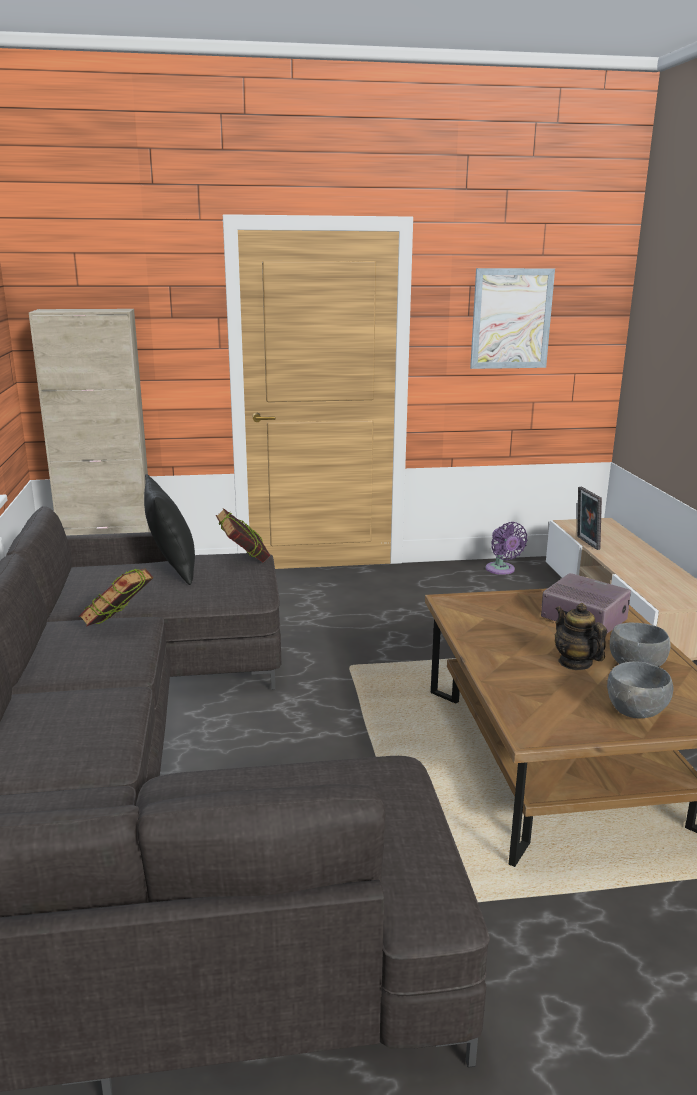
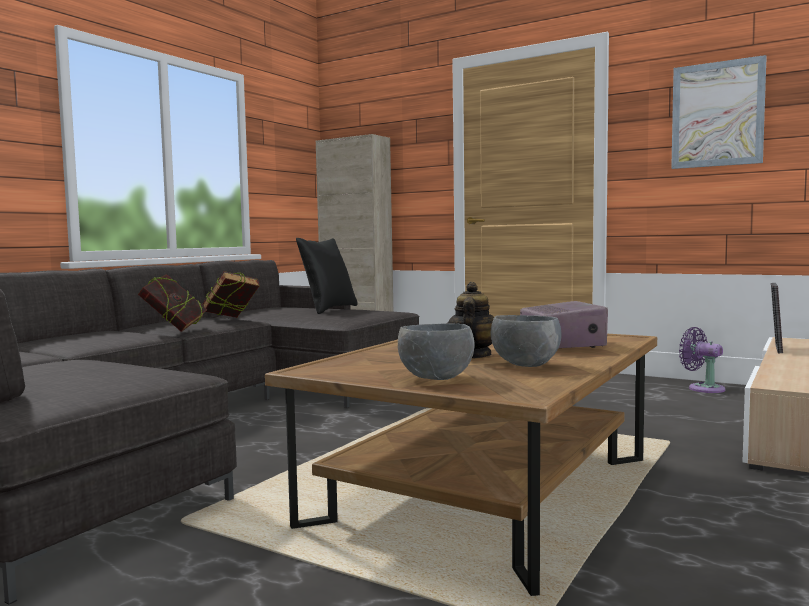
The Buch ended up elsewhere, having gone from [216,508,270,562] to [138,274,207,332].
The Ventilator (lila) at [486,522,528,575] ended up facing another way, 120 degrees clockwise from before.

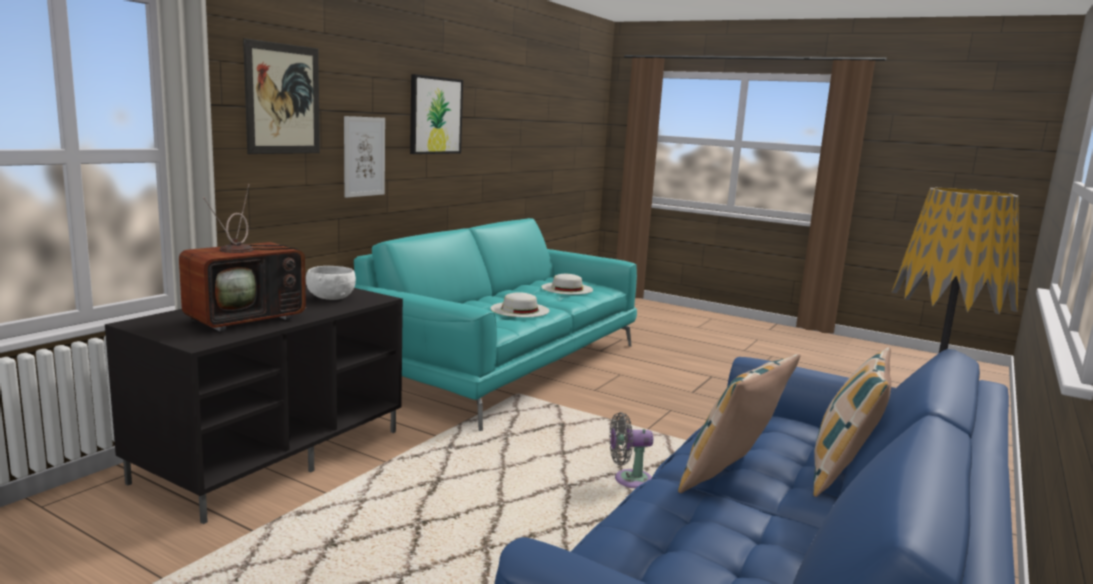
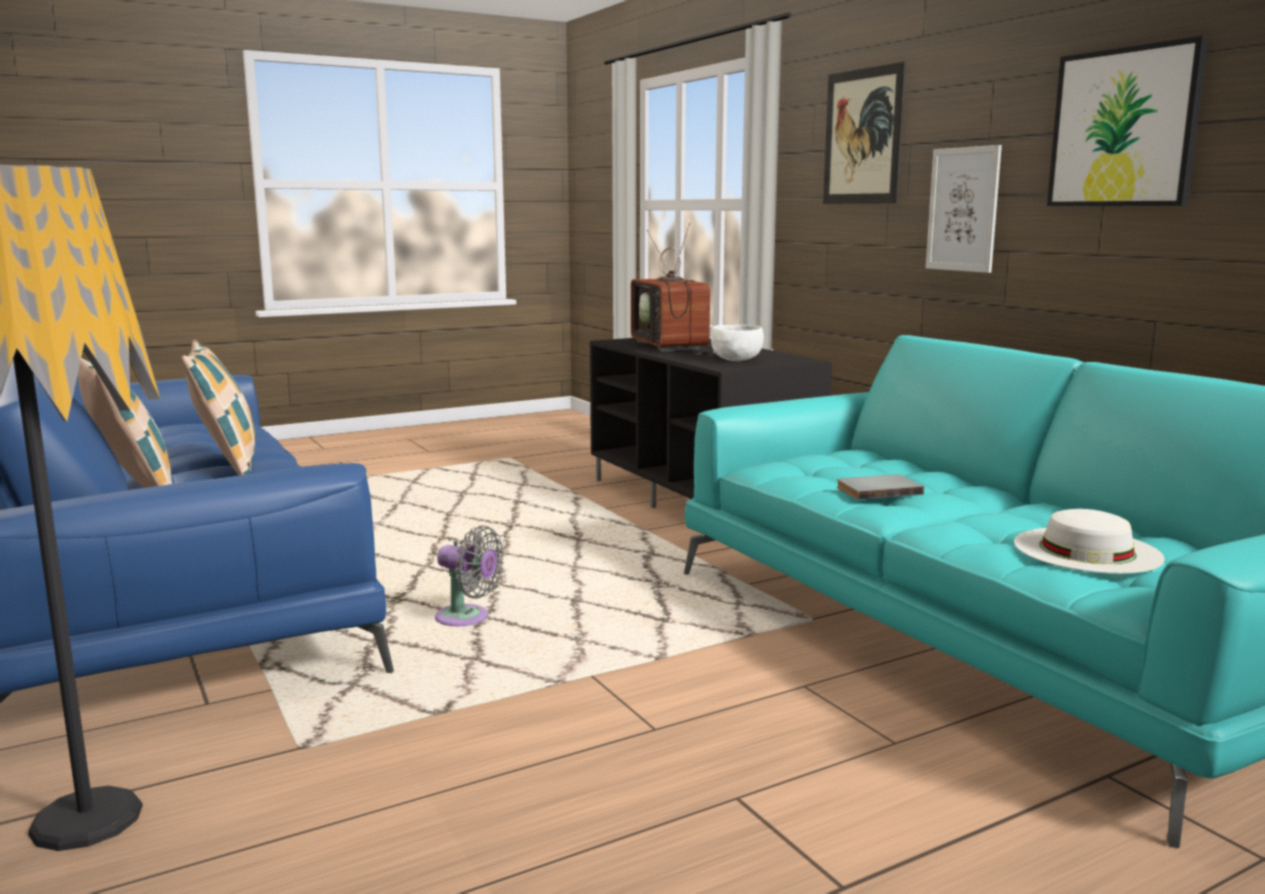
Where the Hut (weiß) stood at [491,292,549,317], the Buch (grau) came to stand at [837,474,924,500].
The Ventilator (grau) at [610,412,653,488] ended up facing another way, 90 degrees clockwise from before.

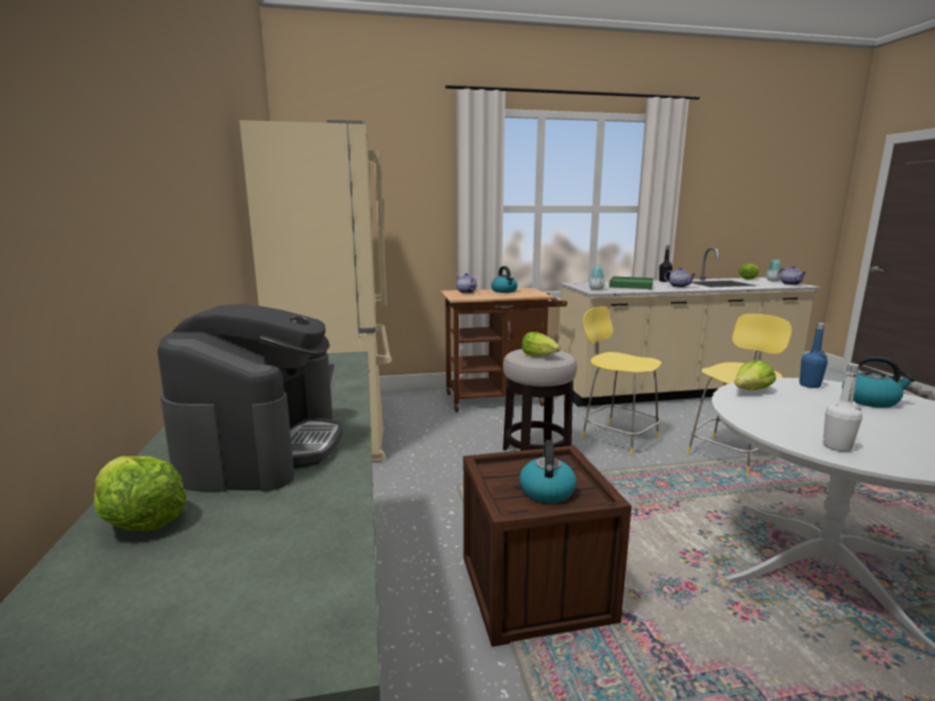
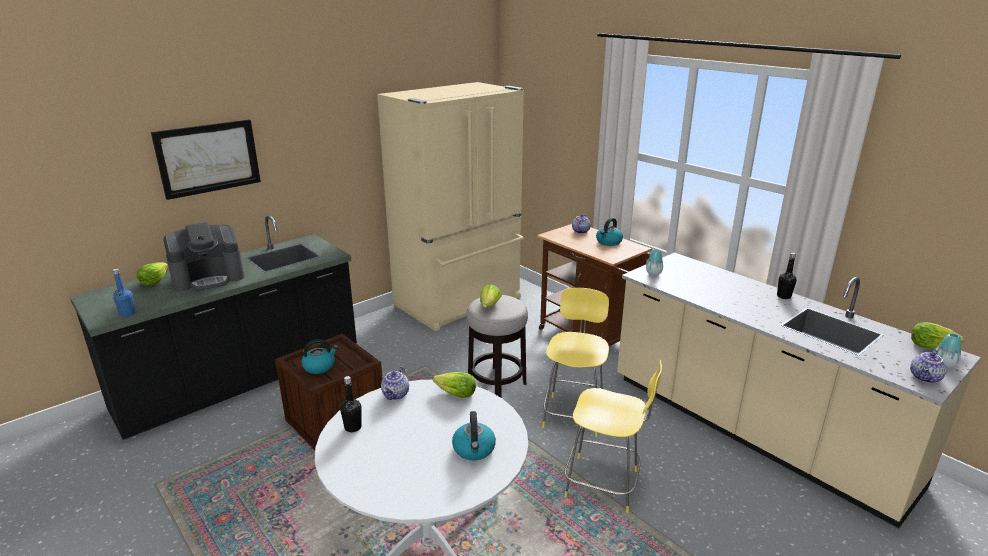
The second view lost the Tablett (grün) at [609,276,653,289].
The Teekanne ended up elsewhere, having gone from [664,268,696,287] to [381,366,409,400].
The Flasche (blau) ended up elsewhere, having gone from [799,323,828,388] to [113,269,135,317].
What was the Flasche (weiß) at [823,363,863,452] turned into the Flasche (schwarz) at [340,376,362,432].
The second view gained the Bild at [151,119,261,200].

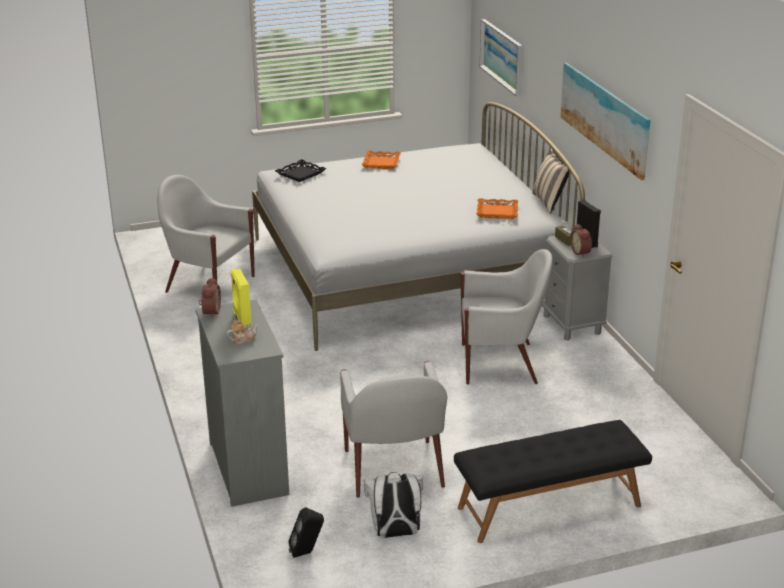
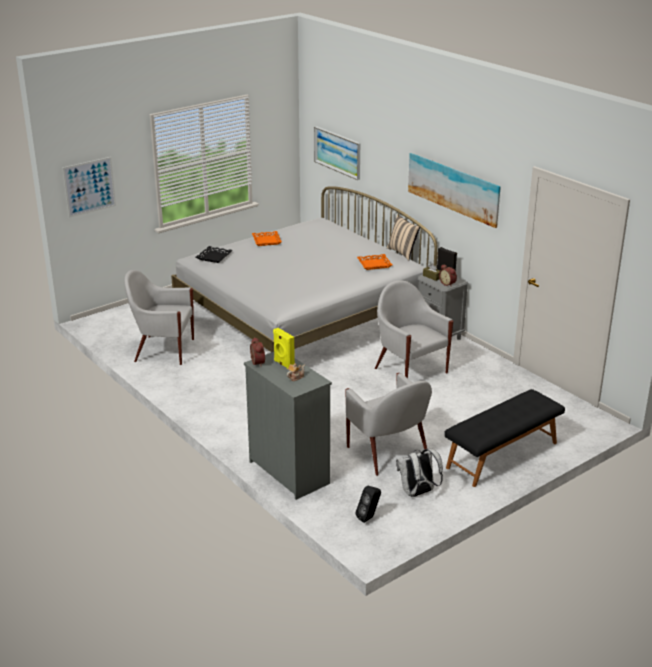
The Sessel (weiß) at [460,249,553,385] ended up facing another way, 105 degrees counterclockwise from before.
The second view gained the Bild at [62,157,116,218].

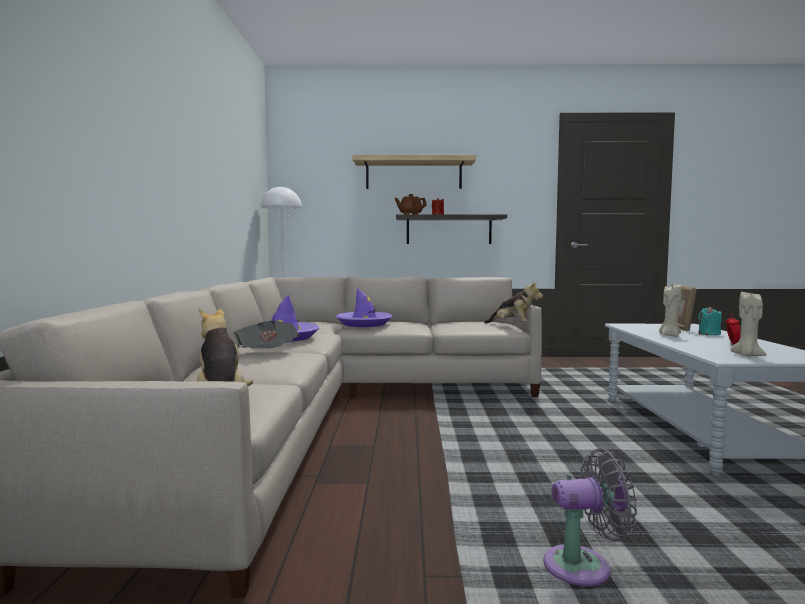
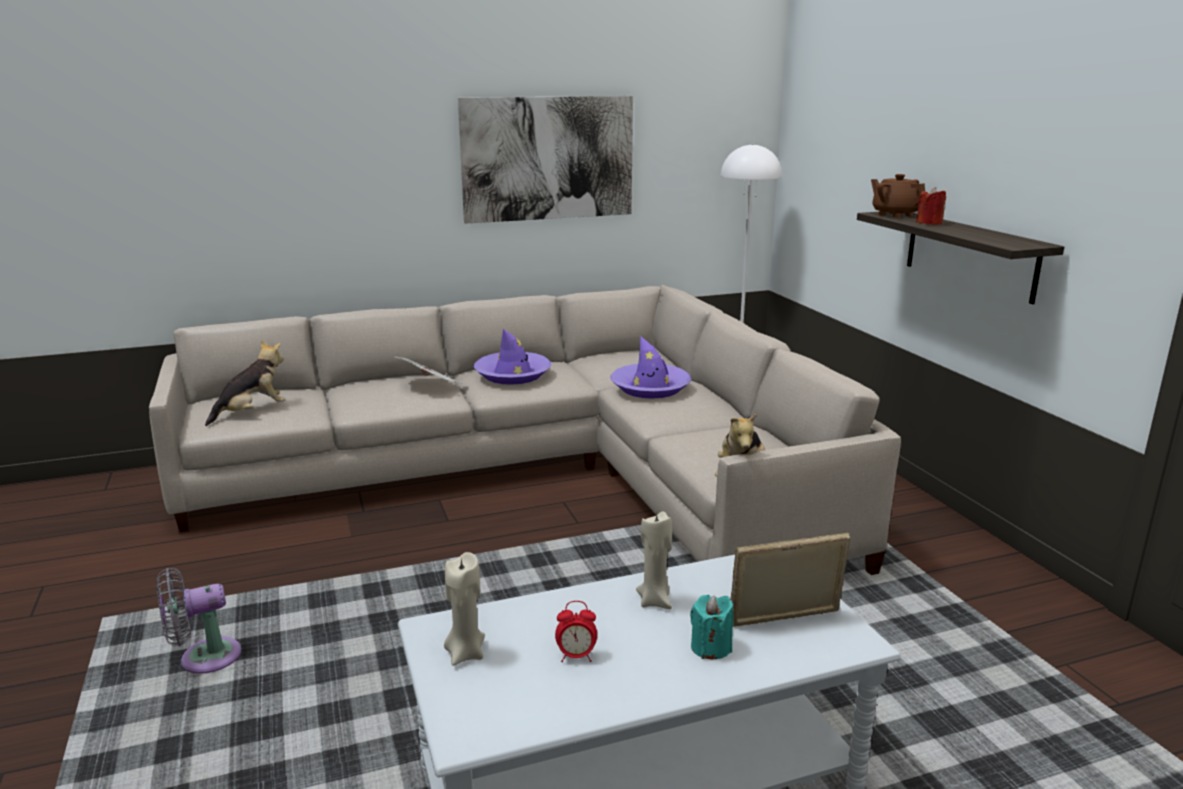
The second view lost the Wandregal at [353,155,476,189].
The Ventilator (grau) at [543,449,637,586] ended up facing another way, 90 degrees clockwise from before.
The second view gained the Bild at [458,96,633,224].

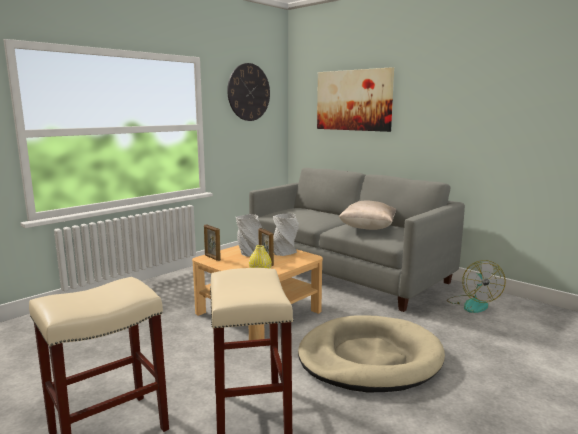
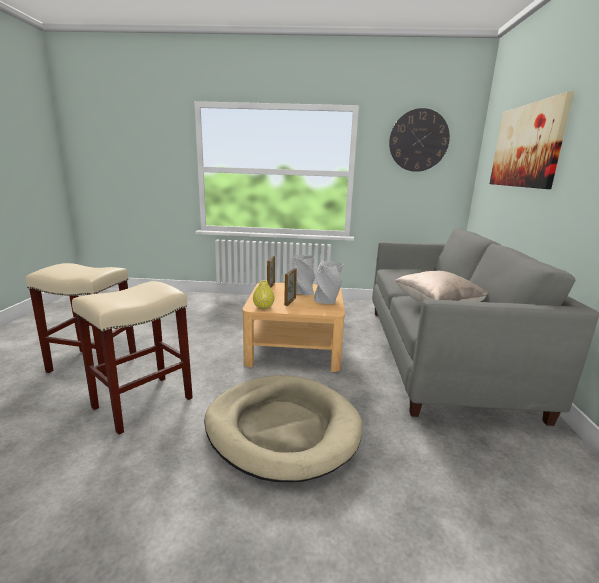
The second view lost the Ventilator at [447,260,506,313].

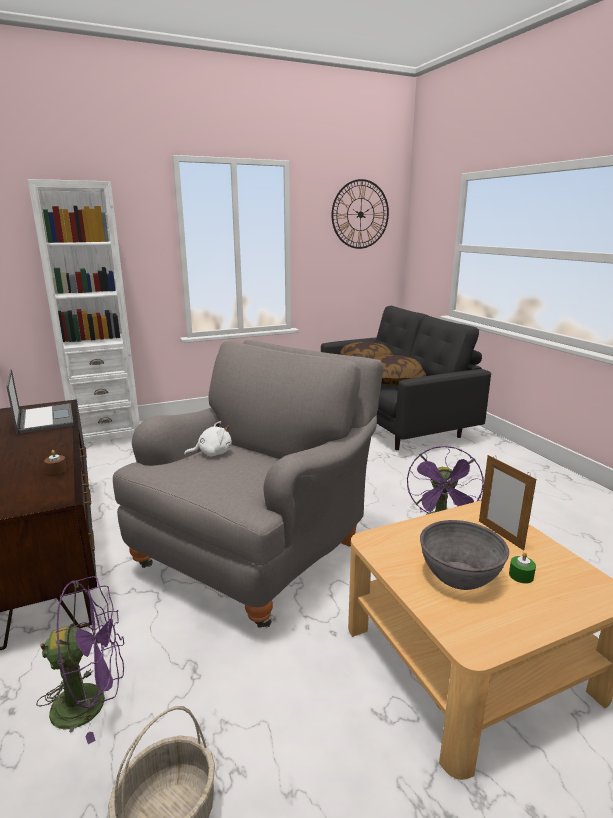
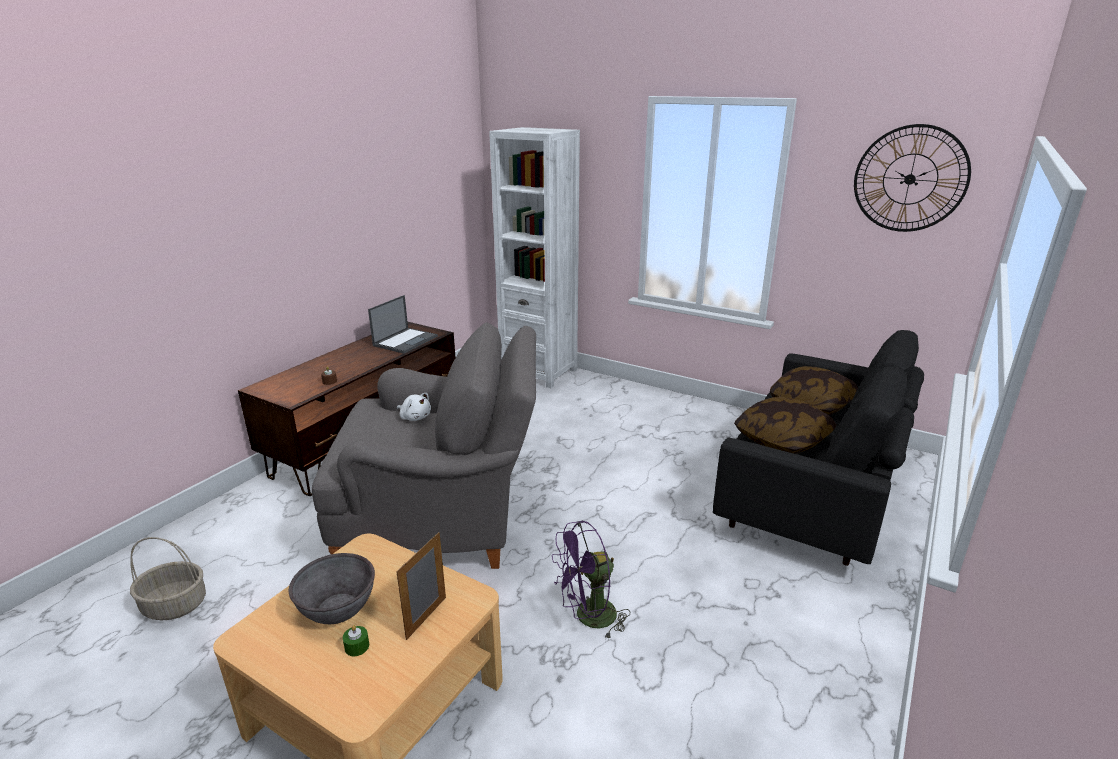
The second view lost the Ventilator (lila) at [36,576,124,744].

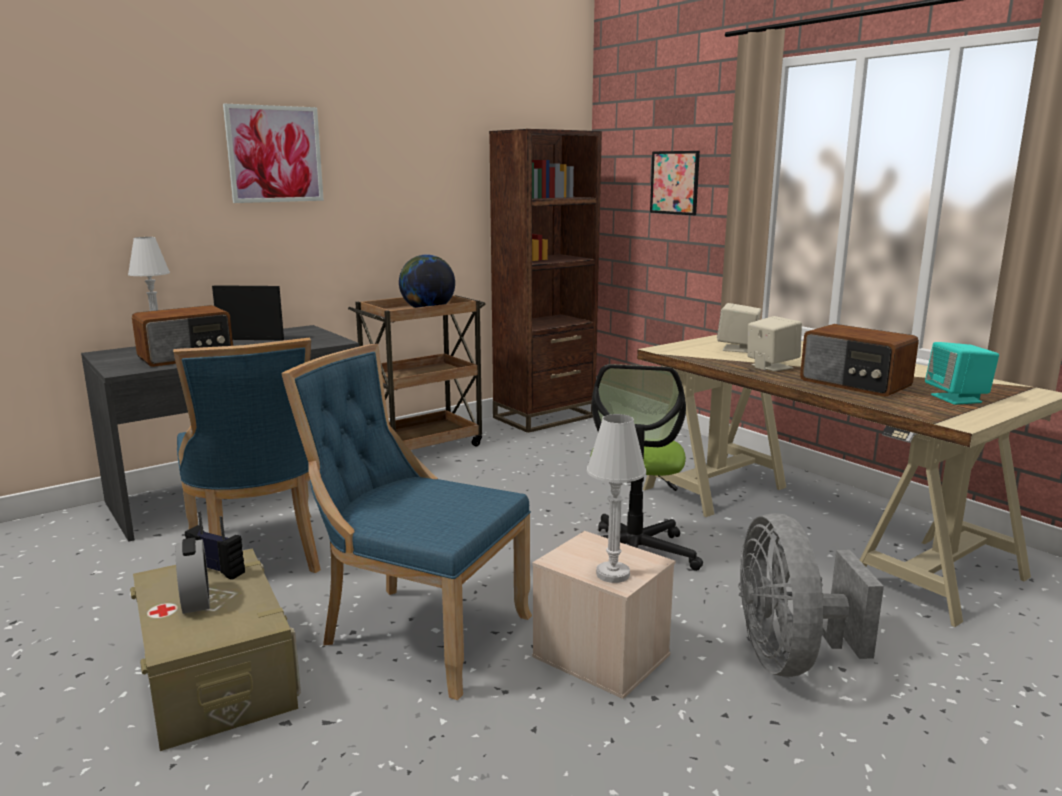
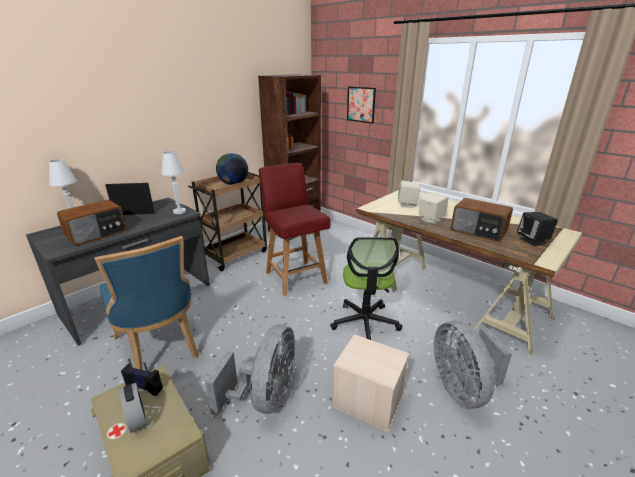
The second view lost the Bild at [223,104,324,203].
Where the Stuhl (blau) stood at [281,344,532,700], the Ventilator (grau) came to stand at [205,324,295,415].
The Tischlampe (weiß) ended up elsewhere, having gone from [587,414,646,583] to [161,151,186,214].
What was the Lautsprecher (türkis) at [925,342,999,405] turned into the Lautsprecher (schwarz) at [517,212,558,246].
The second view gained the Stuhl (rot) at [259,163,330,296].

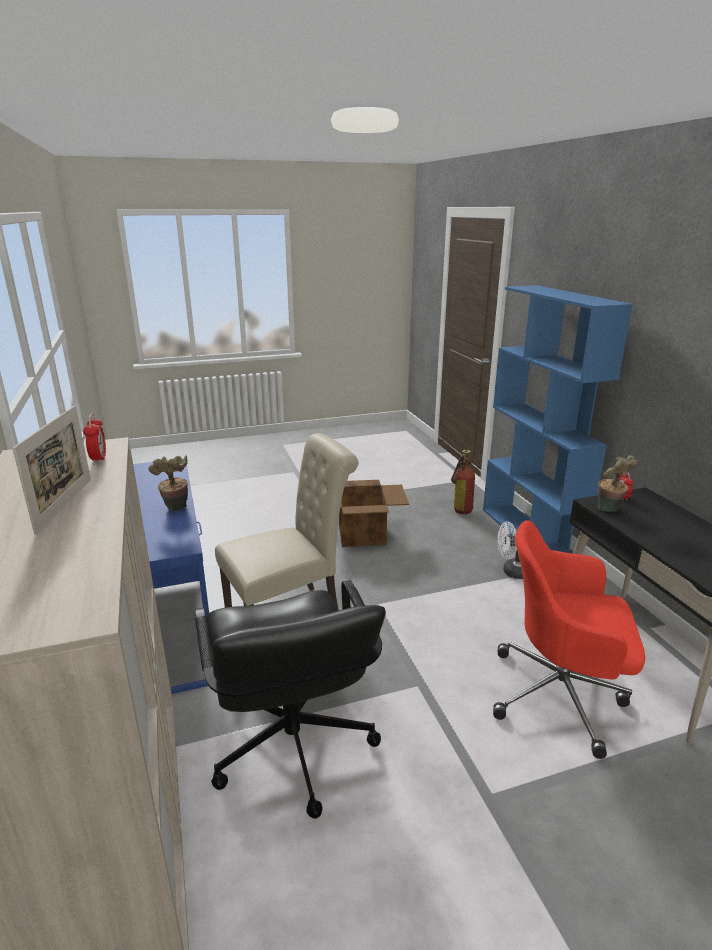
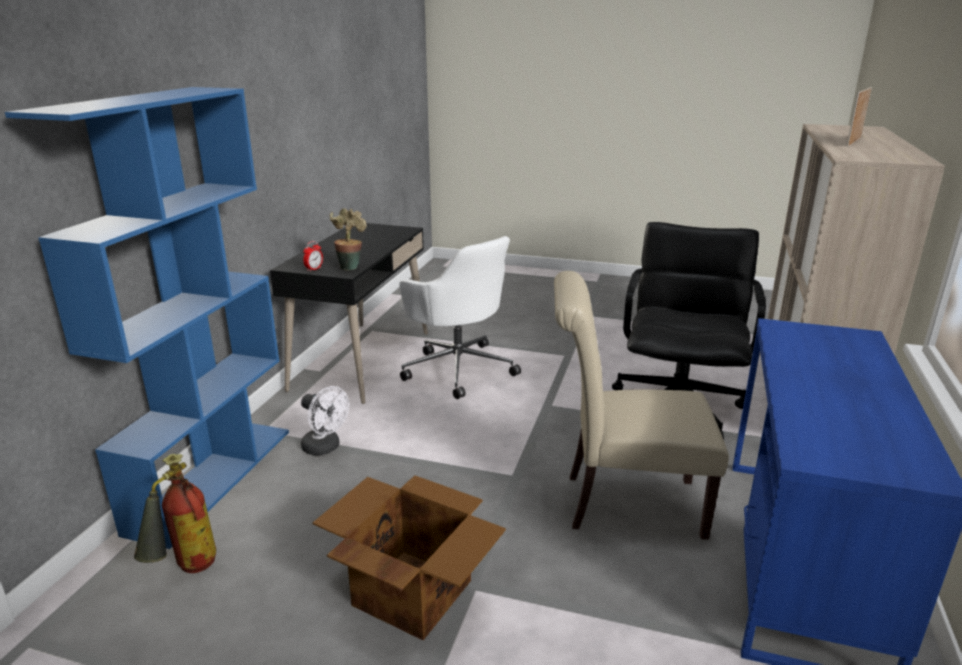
The second view lost the Wecker at [83,414,106,464].
The second view lost the Topfpflanze at [149,455,188,511].
What was the Bürostuhl (rot) at [493,520,645,759] turned into the Bürostuhl (weiß) at [399,236,521,399].

